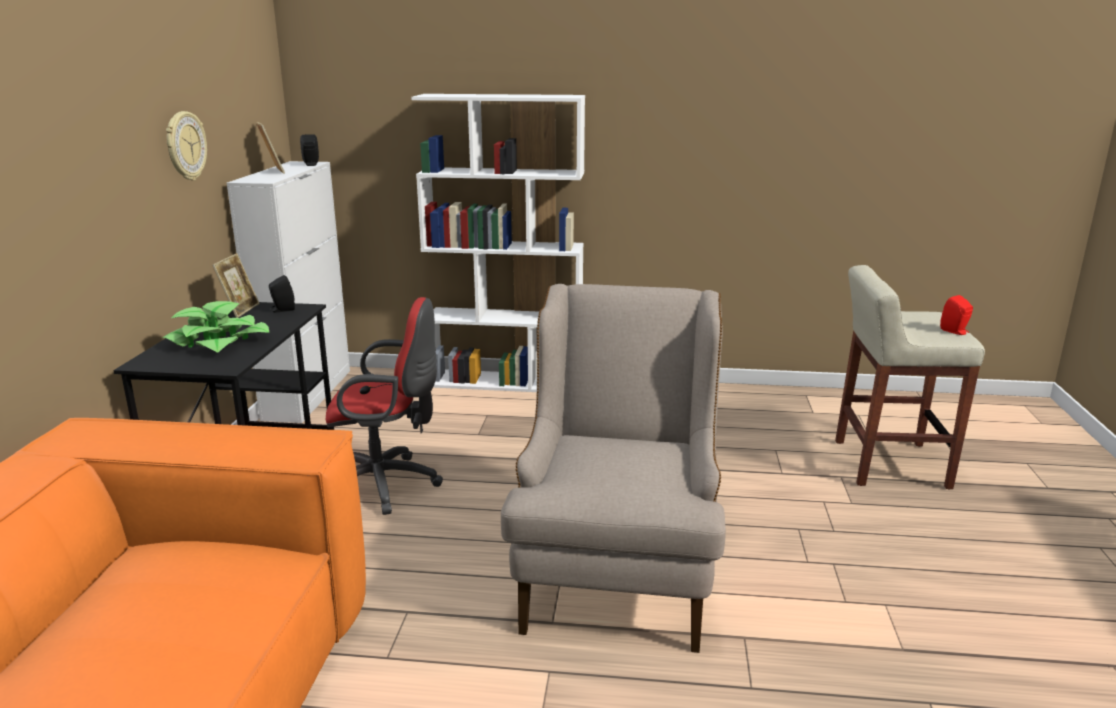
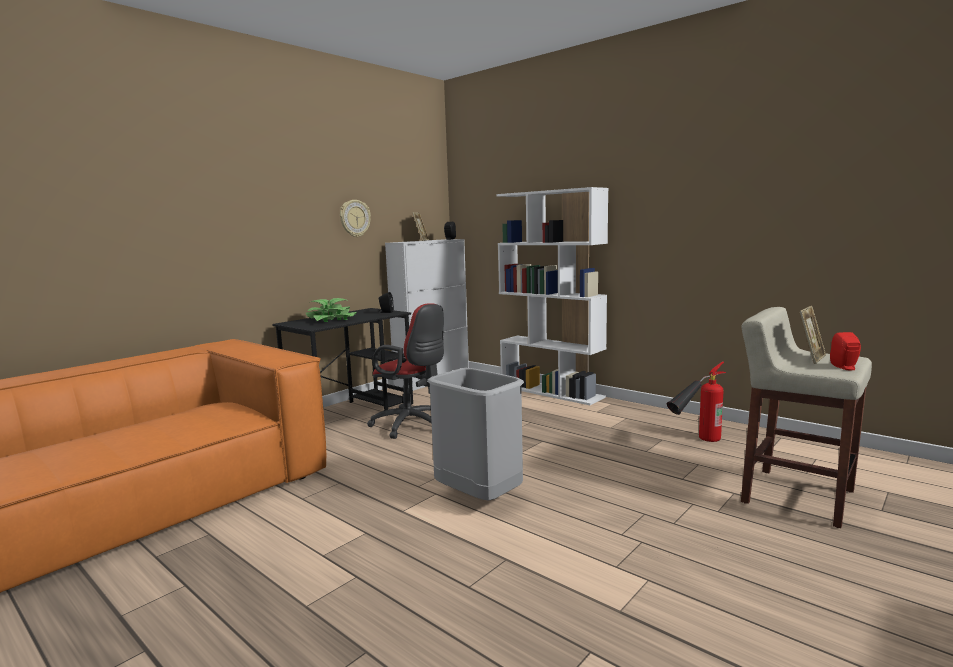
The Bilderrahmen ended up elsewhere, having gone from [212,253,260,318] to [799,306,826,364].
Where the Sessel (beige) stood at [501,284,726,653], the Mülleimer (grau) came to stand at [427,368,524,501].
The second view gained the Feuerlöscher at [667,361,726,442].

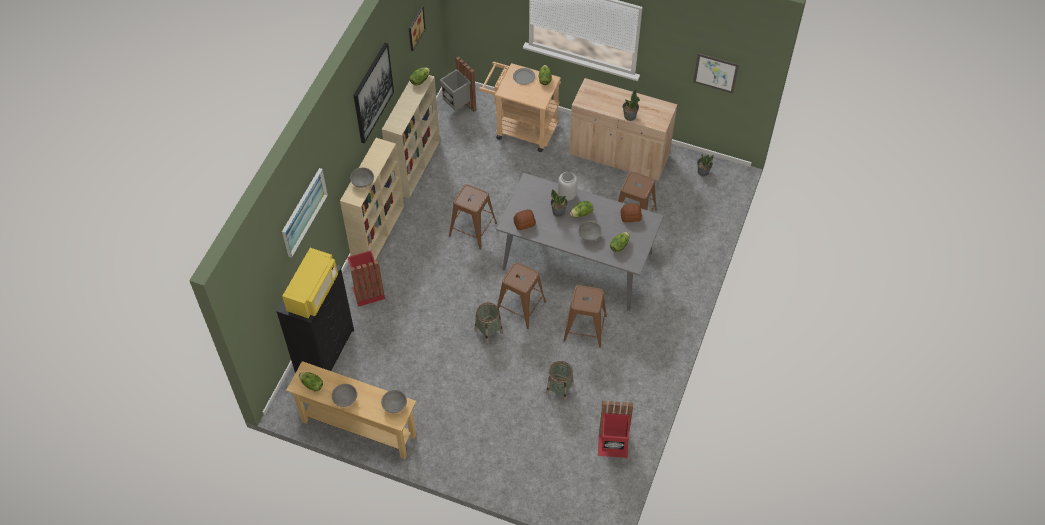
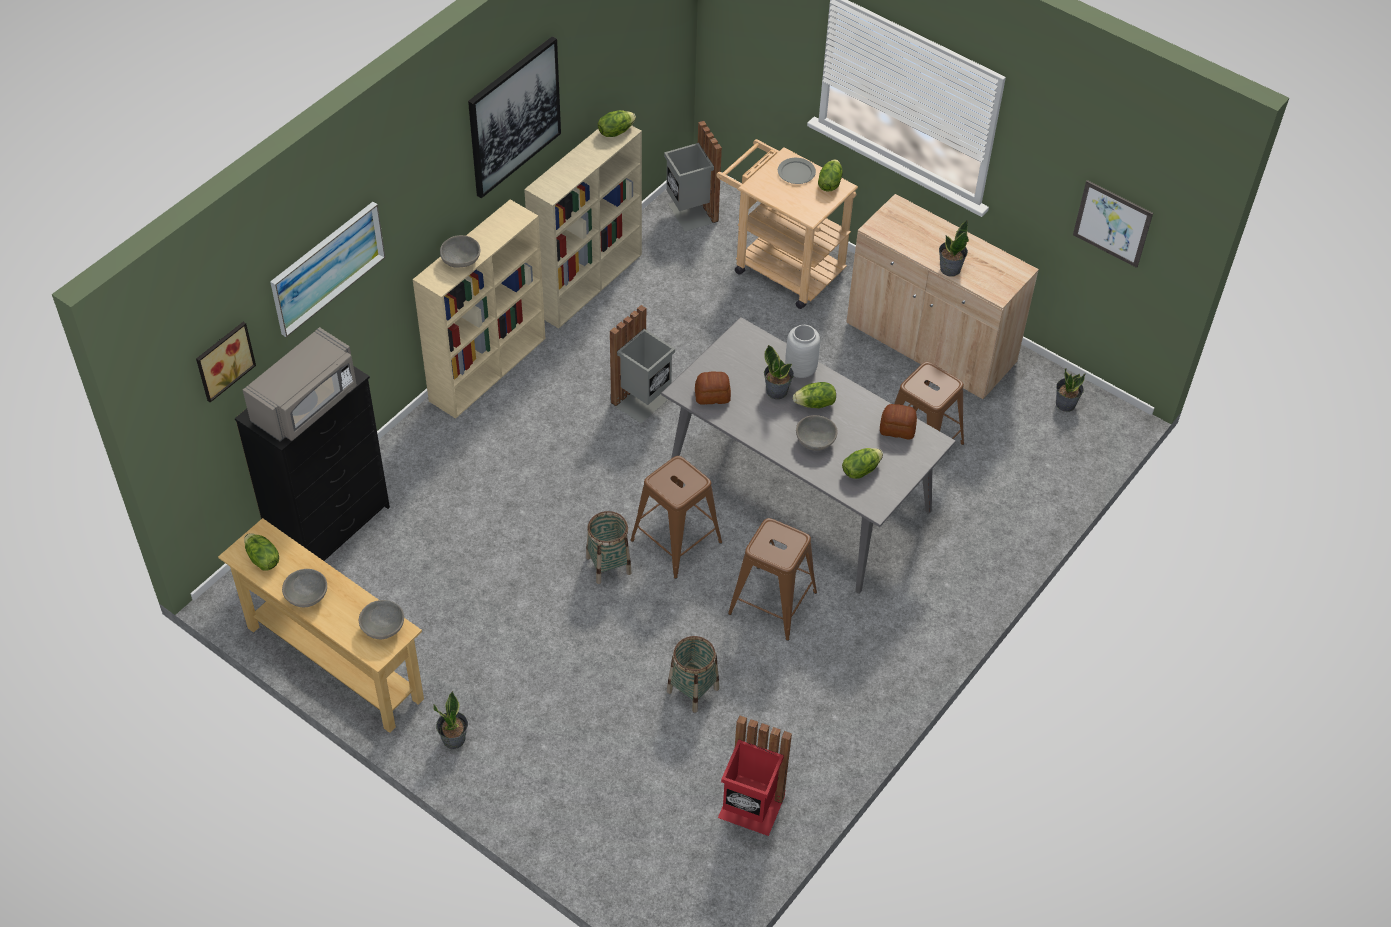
What was the Mikrowelle (gelb) at [282,248,338,318] turned into the Mikrowelle (grau) at [243,327,357,442].
The second view lost the Mülleimer (rot) at [347,251,385,307].
The Bild ended up elsewhere, having gone from [409,6,426,51] to [196,322,256,402].
Where the Hocker (braun) stood at [449,184,497,250], the Mülleimer (grau) came to stand at [610,305,675,423].
The second view gained the Topfpflanze at [433,691,468,749].

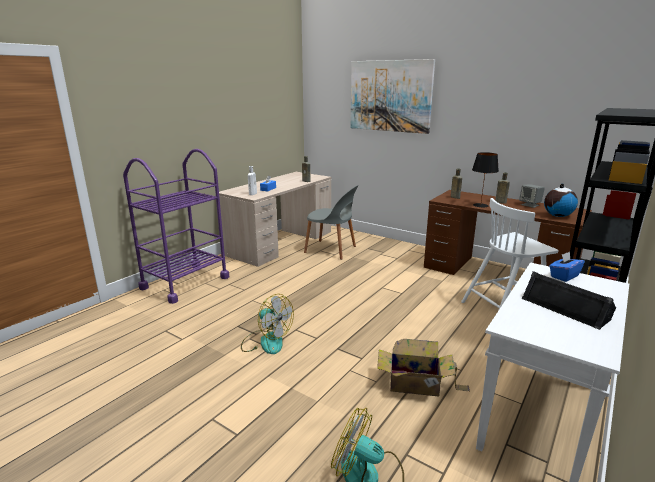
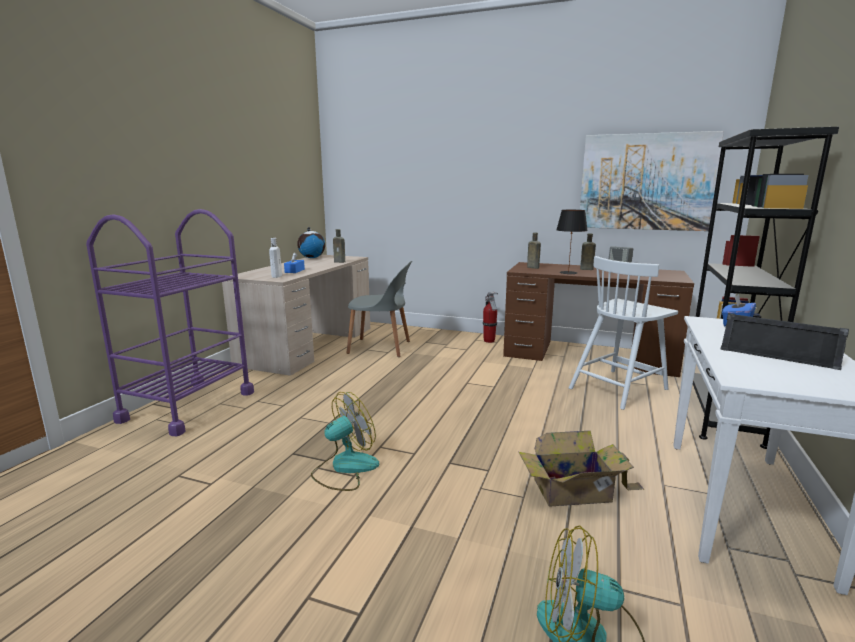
The Ventilator at [241,294,294,354] ended up facing another way, 60 degrees counterclockwise from before.
The Bild ended up elsewhere, having gone from [350,59,435,134] to [580,131,724,231].
The Globus ended up elsewhere, having gone from [544,183,578,217] to [297,227,325,258].
The second view gained the Feuerlöscher at [483,292,498,343].

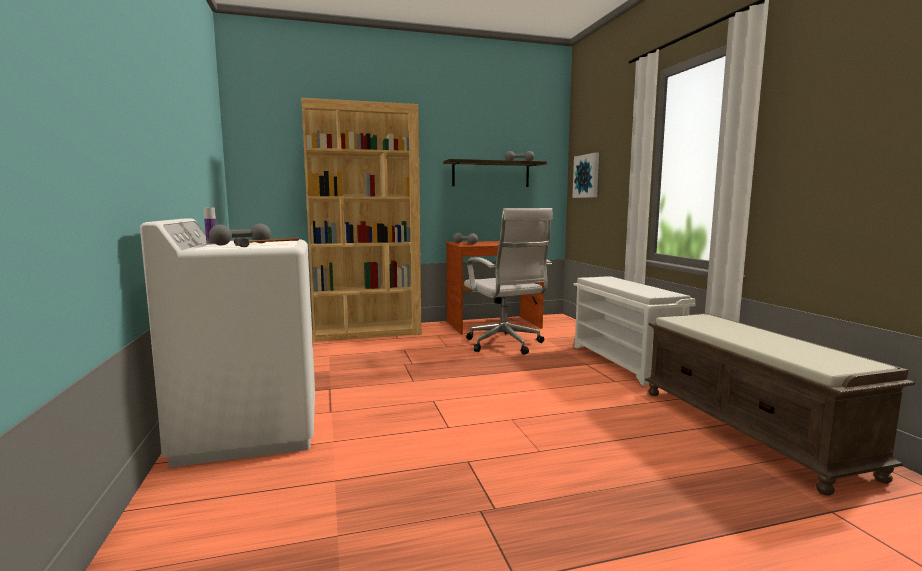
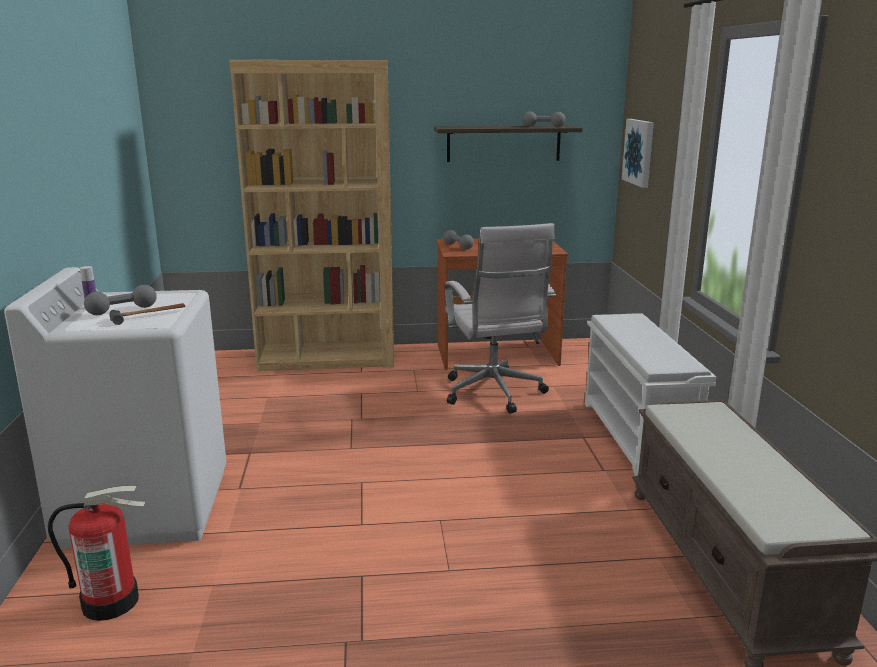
The second view gained the Feuerlöscher at [48,485,145,621].

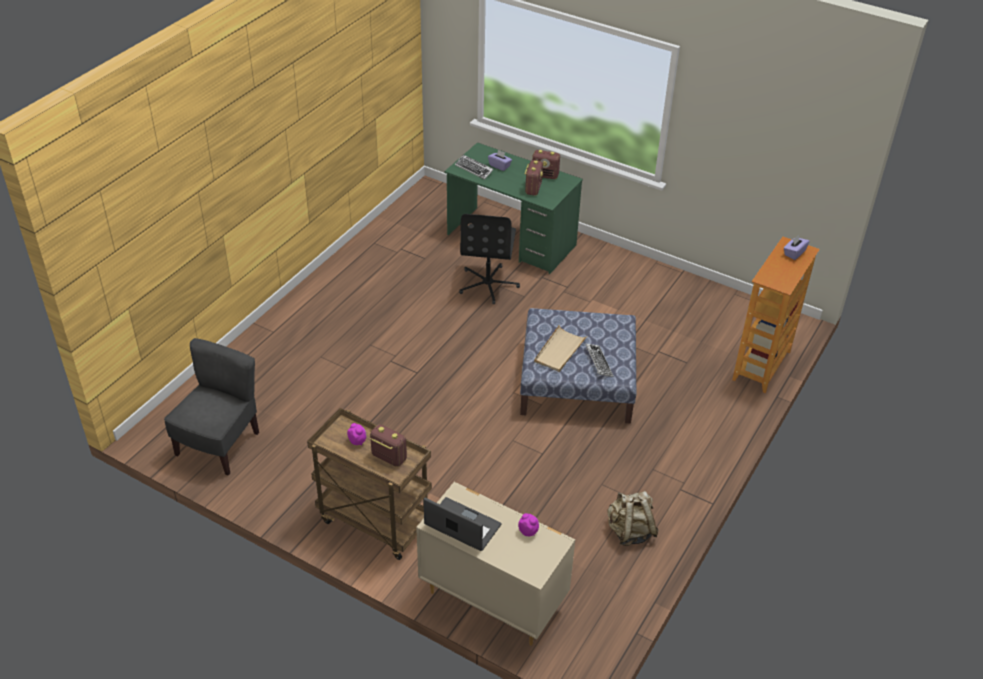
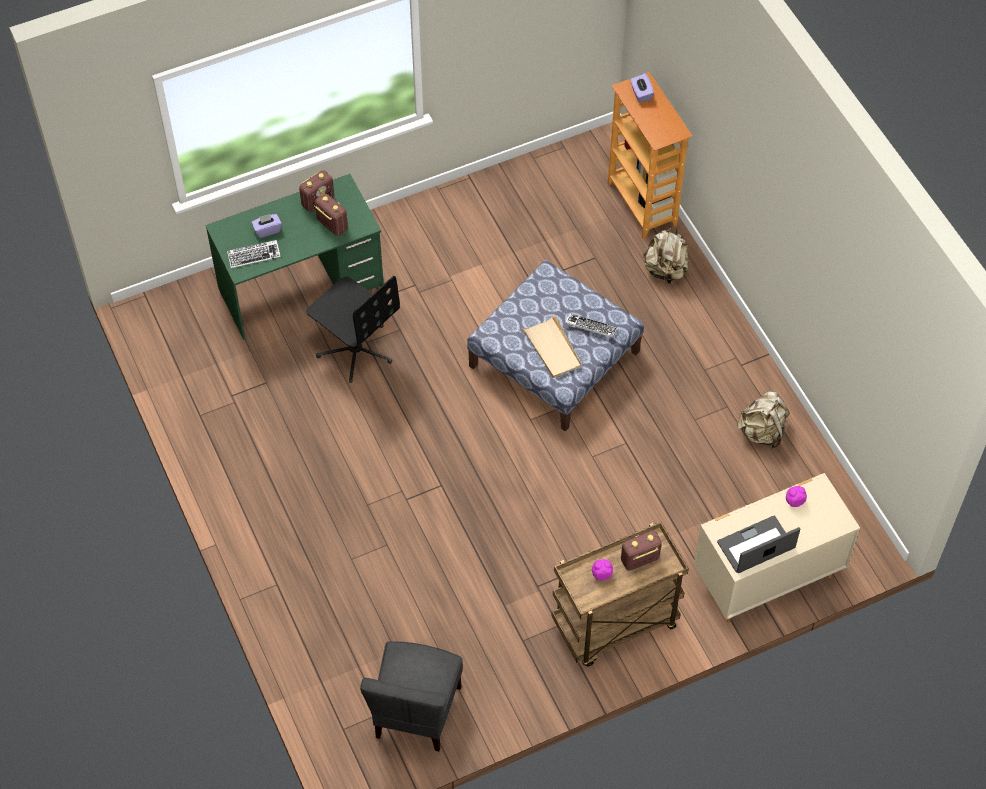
The Stuhl (grau) at [164,338,259,476] ended up facing another way, 135 degrees counterclockwise from before.
The second view gained the Rucksack (beige) at [644,227,690,285].

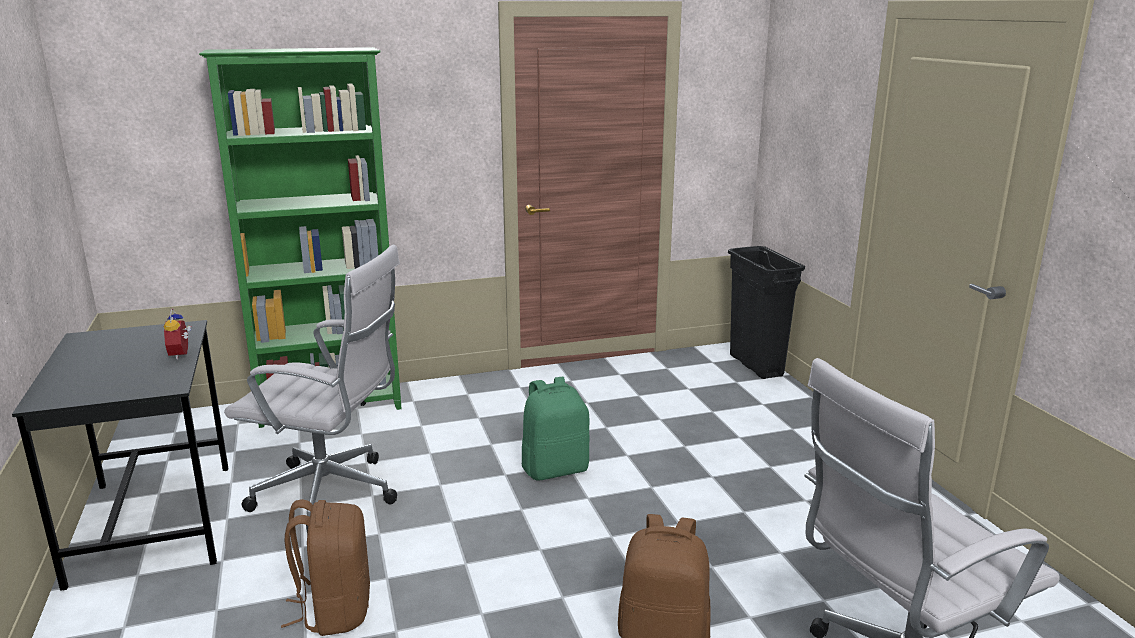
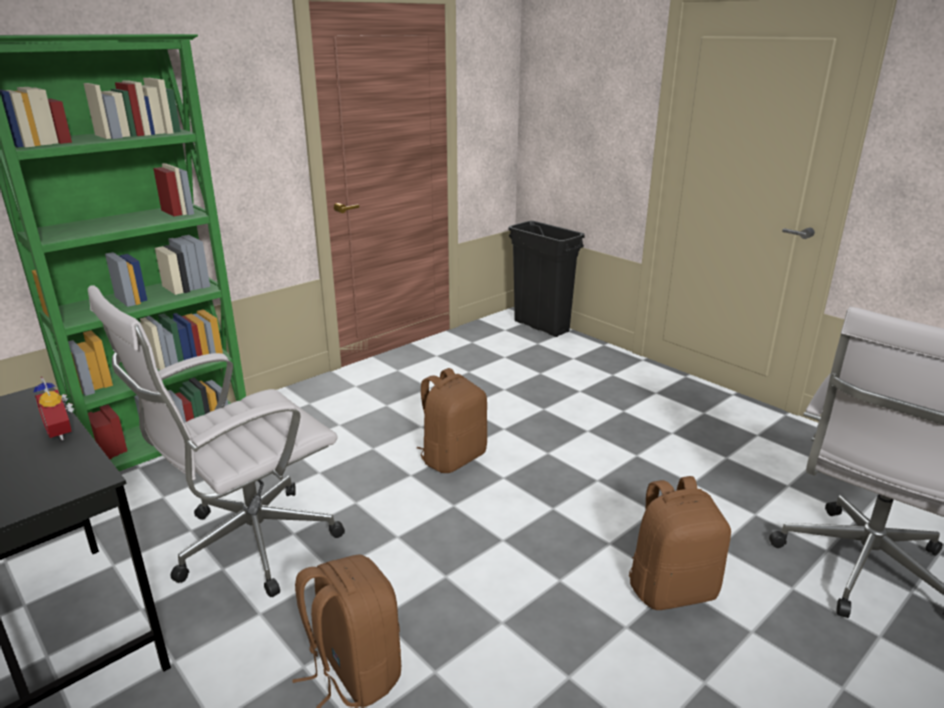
The Bürostuhl (weiß) at [224,245,400,533] ended up facing another way, 150 degrees clockwise from before.
What was the Rucksack (grün) at [522,377,589,481] turned into the Rucksack (braun) at [417,368,487,473].

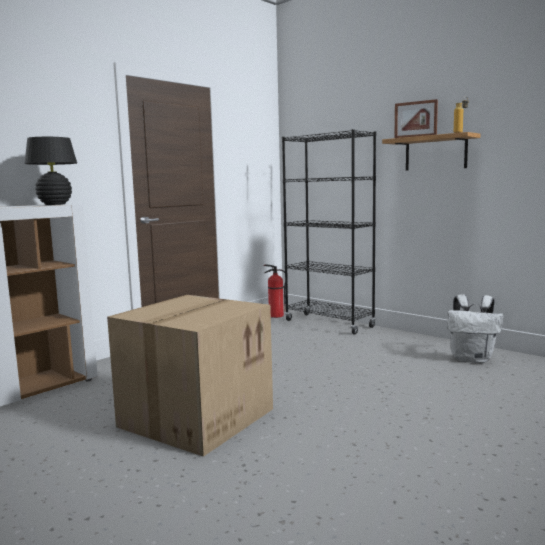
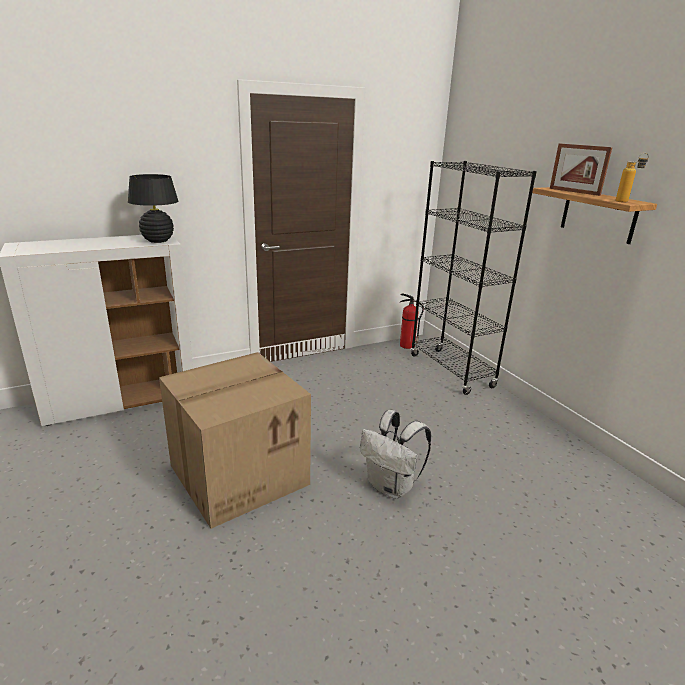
The Rucksack (weiß) ended up elsewhere, having gone from [447,294,504,363] to [360,410,431,499].

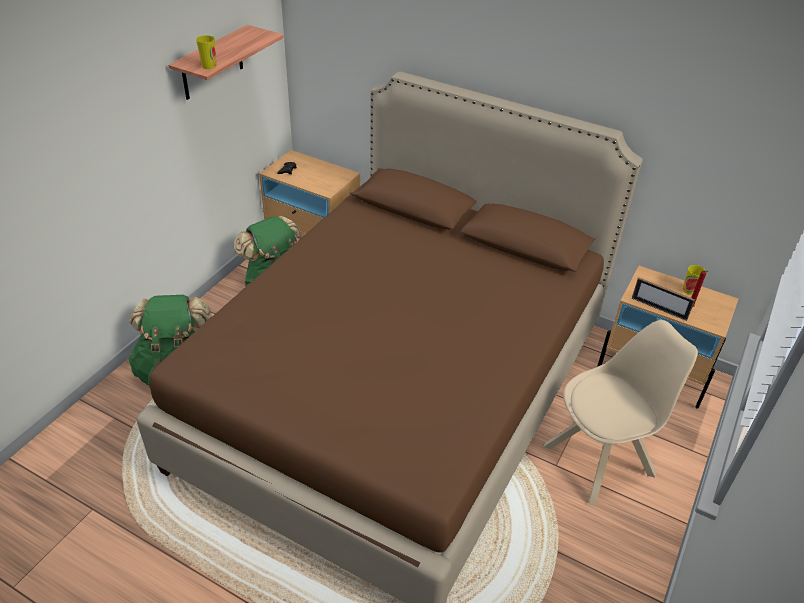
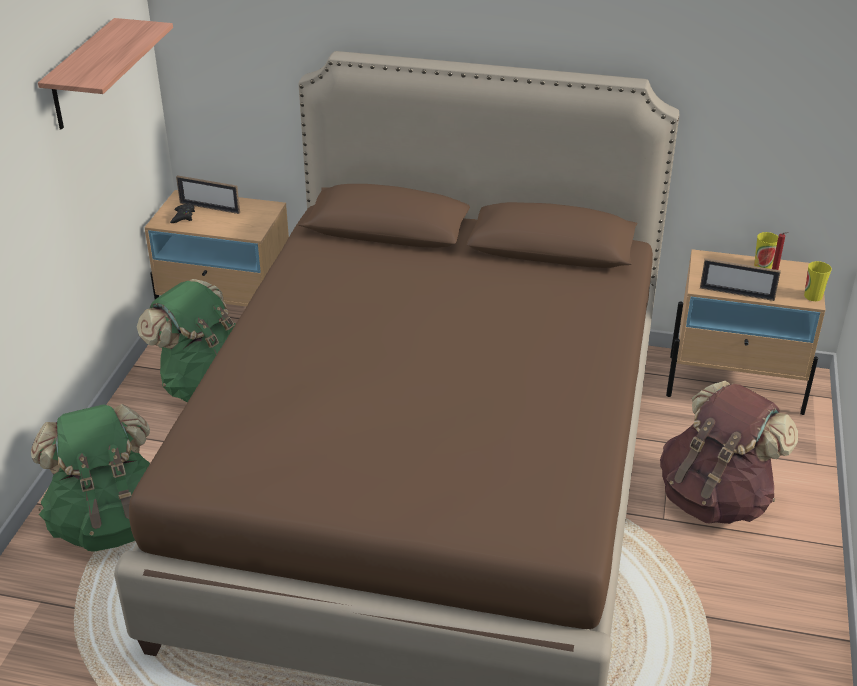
The Tasse ended up elsewhere, having gone from [196,35,217,69] to [804,261,832,301].
Where the Stuhl (beige) stood at [544,320,698,506], the Rucksack (braun) came to stand at [660,381,798,524].
The second view gained the Bilderrahmen at [176,175,240,214].

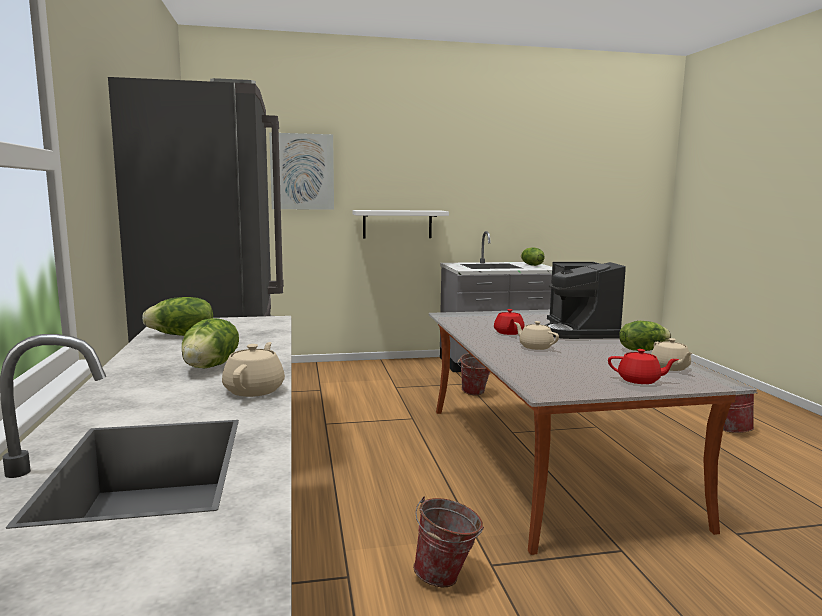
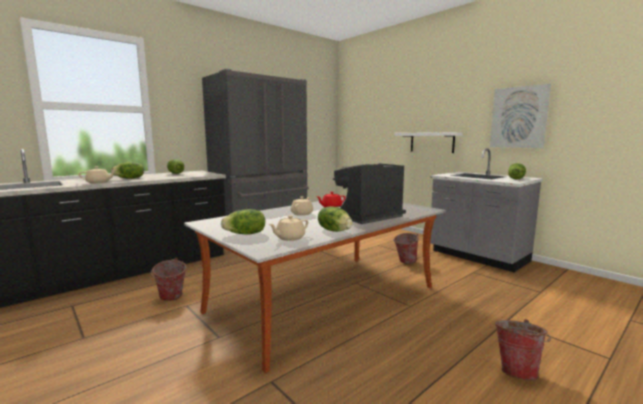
The Bild ended up elsewhere, having gone from [269,133,334,210] to [490,84,551,148].
Where the Teekanne (rot) stood at [608,349,679,384], the Salatkopf came to stand at [221,209,265,235].

